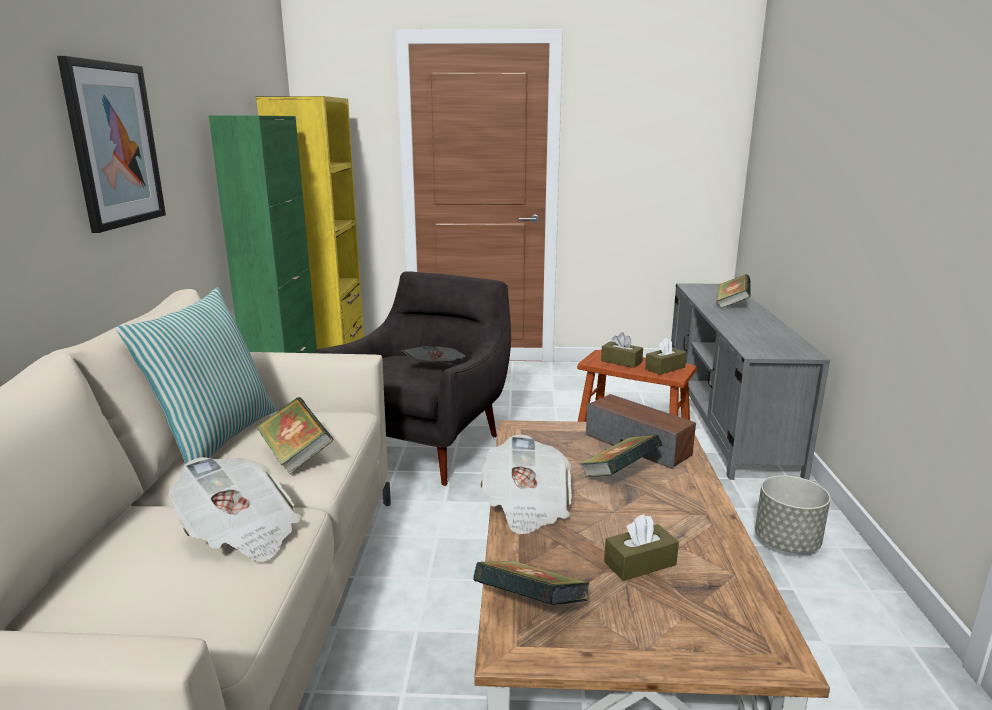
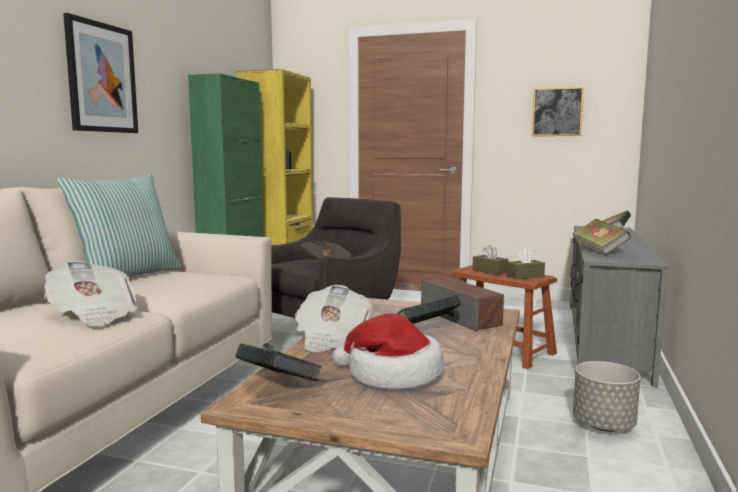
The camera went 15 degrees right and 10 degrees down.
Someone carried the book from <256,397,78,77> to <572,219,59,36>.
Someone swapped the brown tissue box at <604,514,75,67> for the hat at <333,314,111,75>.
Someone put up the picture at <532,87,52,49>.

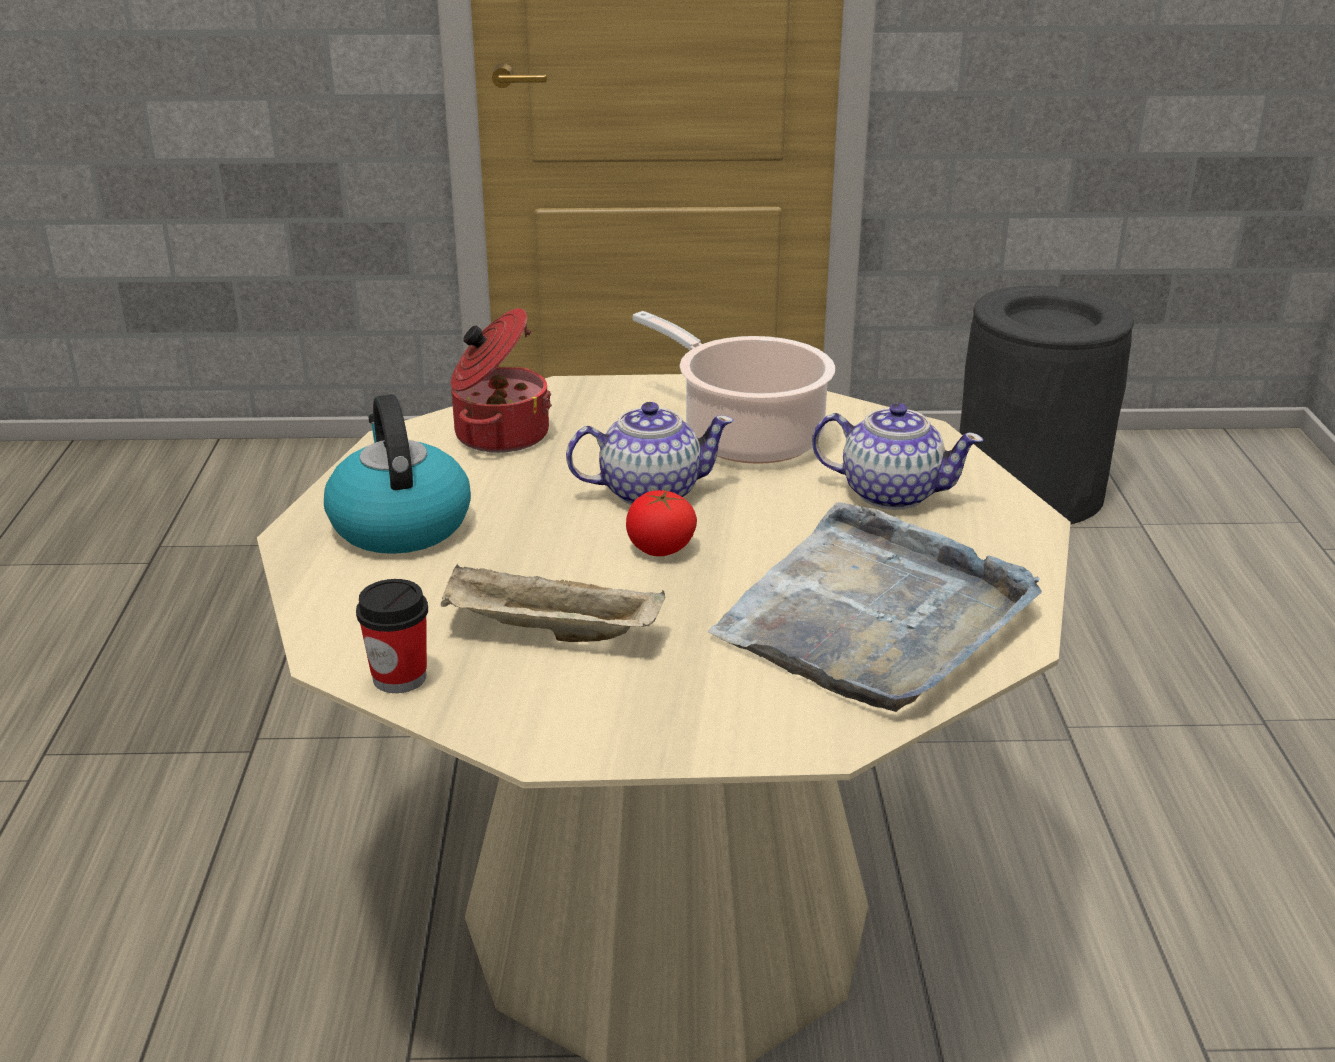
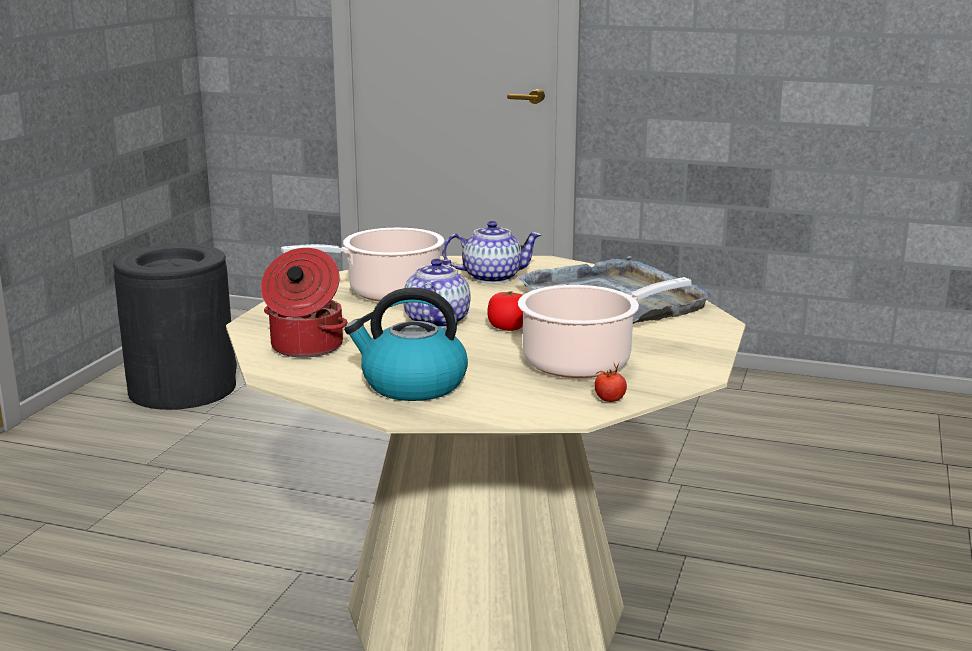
The camera went 70 degrees left and 10 degrees down.
Someone rotated the teapot at <812,403,171,107> by 45 degrees clockwise.
Someone swapped the beige tray at <441,564,224,78> for the cooking pot at <518,277,174,101>.
Someone swapped the cup at <356,579,72,114> for the tomato at <594,362,33,40>.

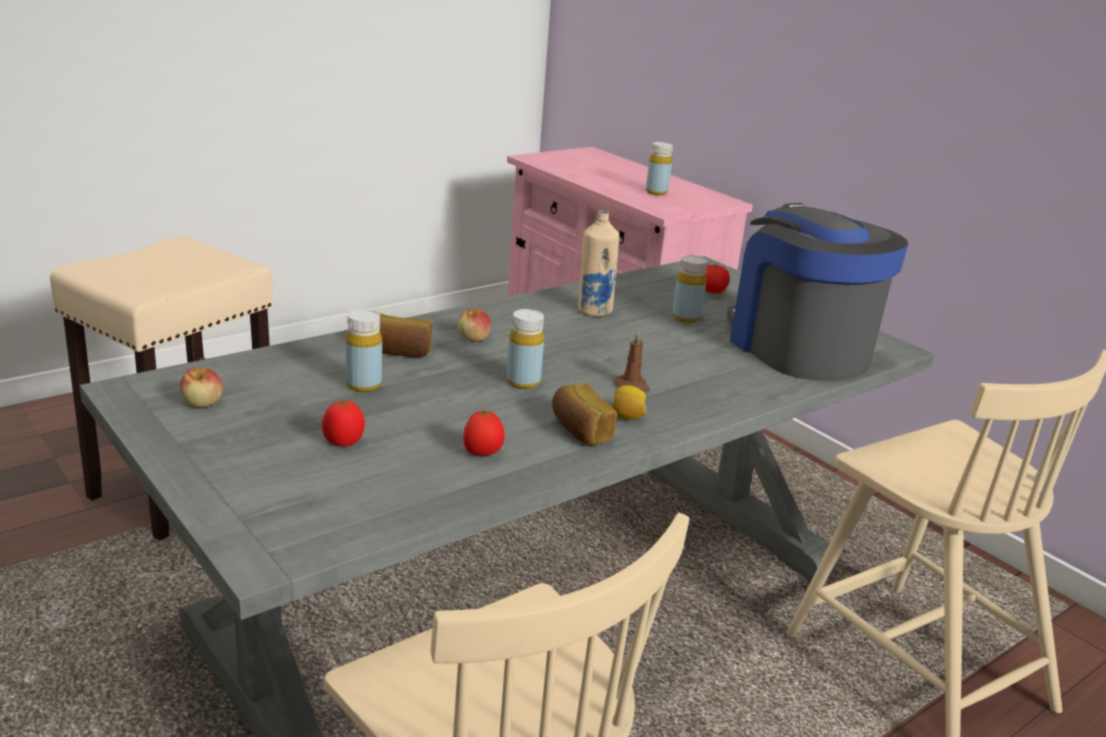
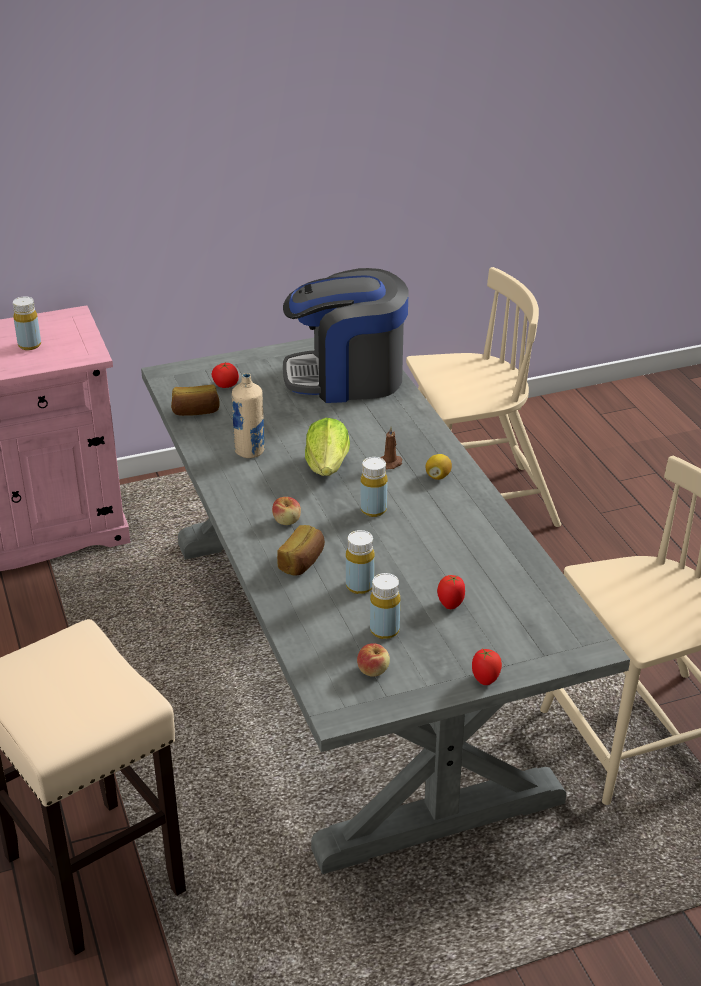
The camera went 70 degrees left and 10 degrees up.
Someone carried the yellow bottle from <672,255,36,68> to <370,573,30,66>.
Someone carried the bread from <552,383,65,62> to <171,384,49,32>.
Someone carried the tomato from <463,410,41,46> to <472,648,30,37>.
Someone put down the lettuce at <305,418,45,58>.

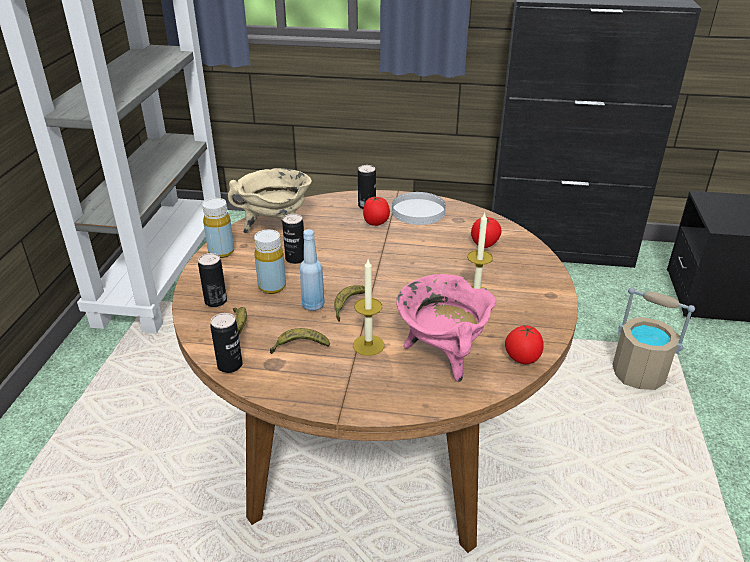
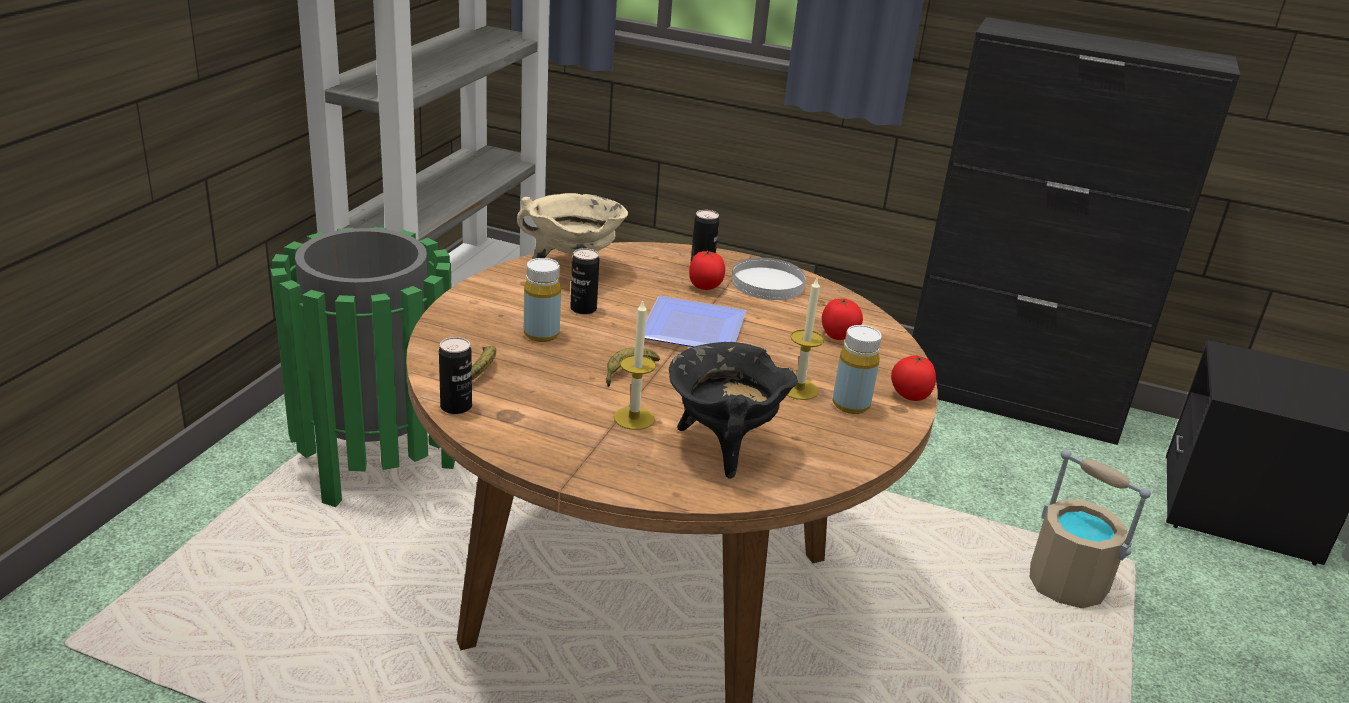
The camera went 10 degrees right and 5 degrees down.
Someone carried the yellow bottle from <202,198,32,60> to <833,325,49,89>.
Someone took away the blue bottle at <300,229,25,82>.
Someone took away the can at <198,253,29,54>.
Someone repainted the pink cooking pot at <396,274,100,108>, which became the black cooking pot at <669,342,129,137>.
Someone carried the tomato from <505,326,39,38> to <891,354,45,47>.
Someone took away the banana at <270,328,60,26>.
Someone put down the green trash can at <271,227,184,280>.
Someone put down the plate at <645,296,101,51>.

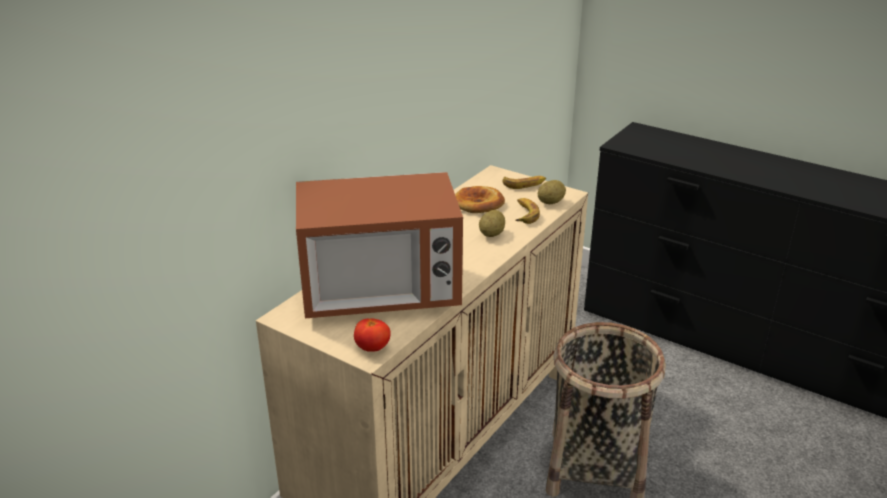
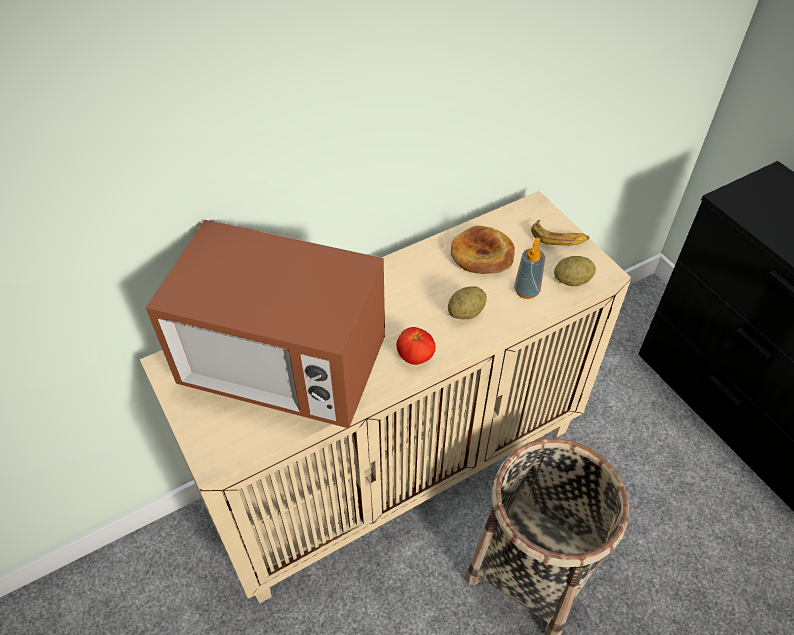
The camera went 25 degrees right and 20 degrees up.
Someone swapped the banana at <515,198,25,26> for the soap dispenser at <514,238,31,61>.
Someone carried the tomato from <354,319,37,33> to <396,327,40,38>.

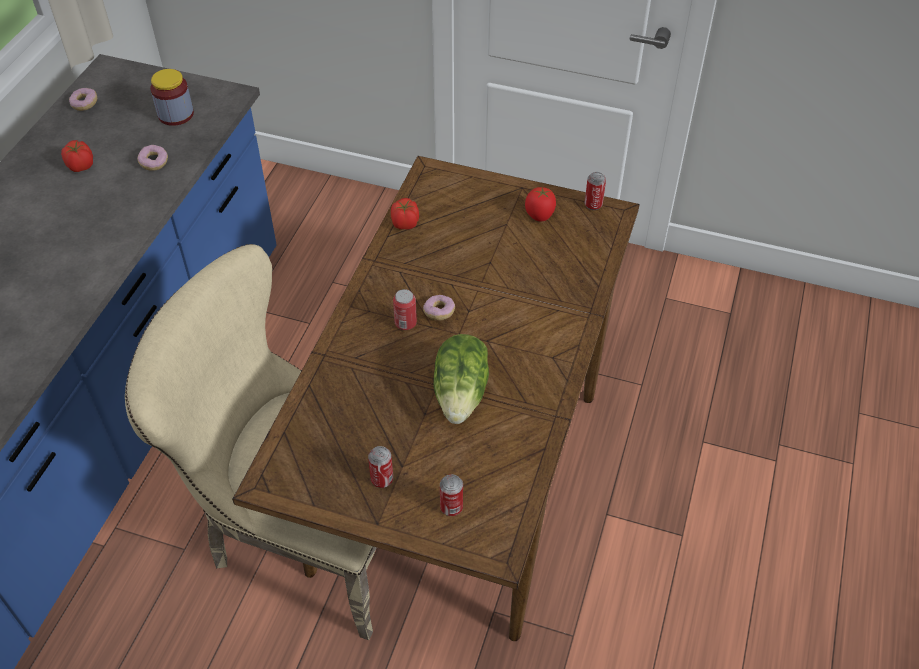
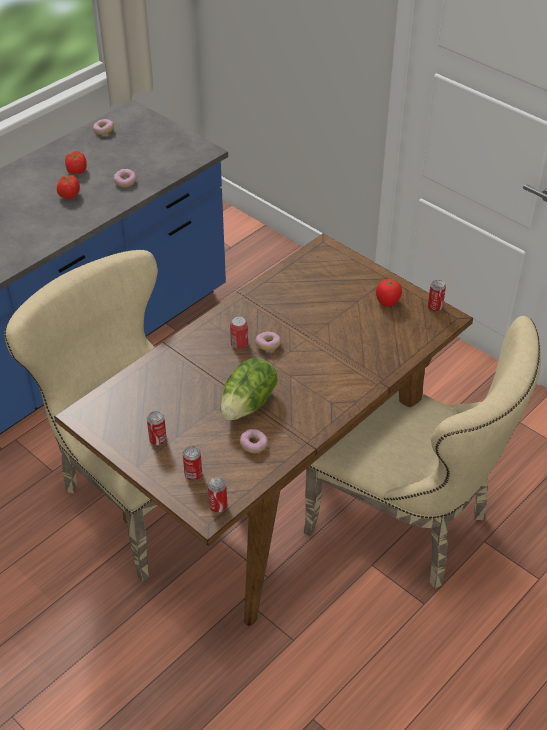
The camera went 25 degrees right and 5 degrees down.
Someone took away the jar at <150,69,44,57>.
Someone carried the tomato from <391,198,28,32> to <57,175,23,24>.
Someone put down the beige chair at <303,316,238,273>.
Someone put down the donut at <240,429,28,24>.
Someone put down the can at <208,477,19,36>.

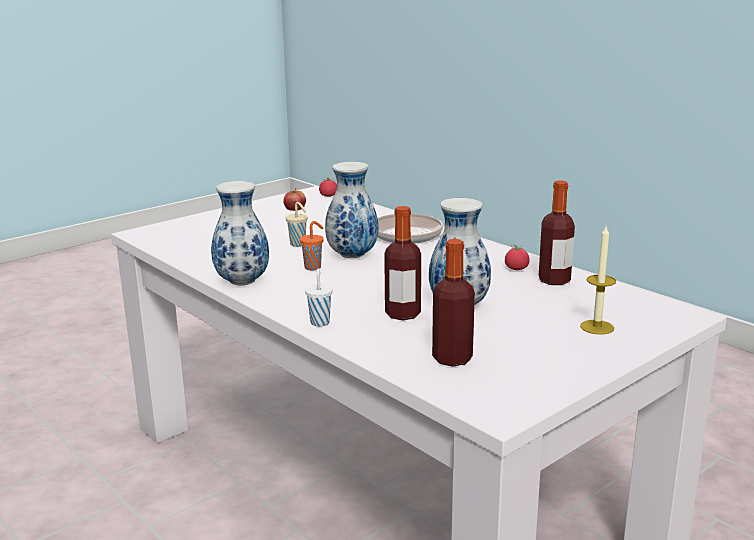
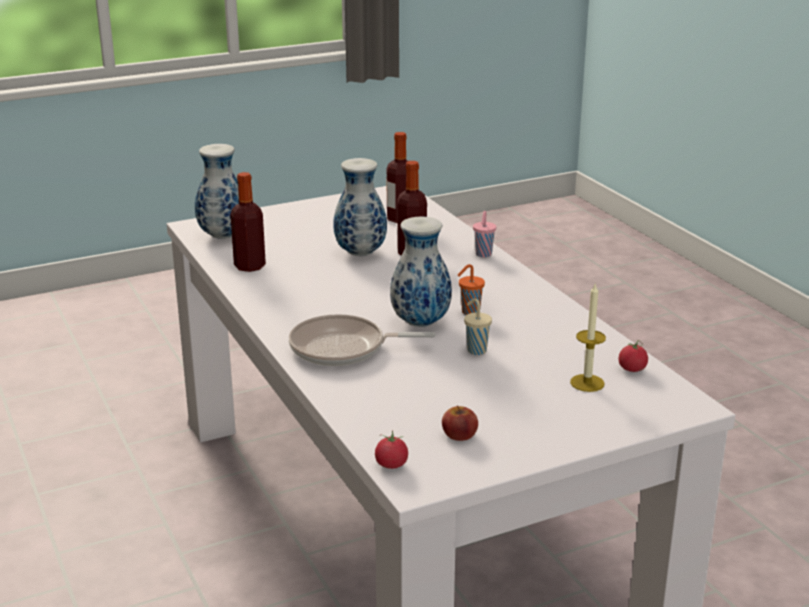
The camera went 165 degrees left and 5 degrees up.
Someone carried the vase from <211,181,58,104> to <195,144,44,95>.
Someone carried the candle from <580,226,36,109> to <570,284,36,108>.
Someone carried the tomato from <505,244,25,26> to <619,340,29,32>.
Someone repainted the white cup at <305,268,28,58>, which became the pink cup at <473,211,23,46>.

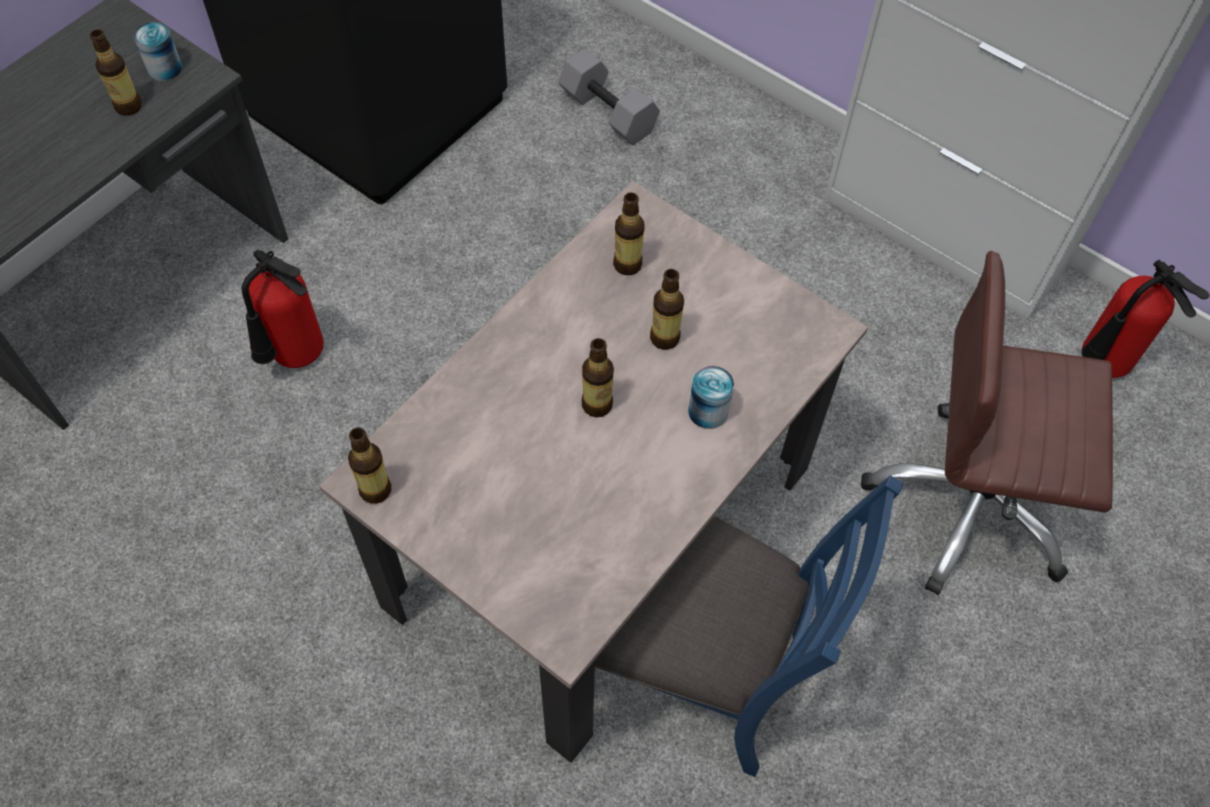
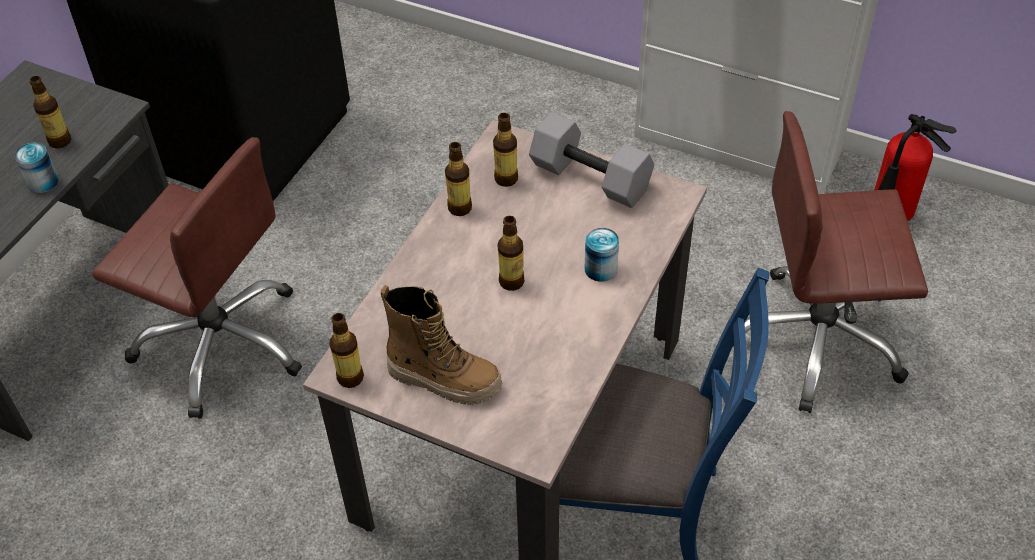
The camera went 10 degrees left and 10 degrees down.
Someone carried the can from <134,22,48,59> to <15,143,44,50>.
Someone carried the grey dumbbell from <558,49,102,96> to <529,112,125,96>.
Someone swapped the fire extinguisher at <242,250,82,118> for the brown office chair at <92,137,210,282>.
Someone carried the bottle from <650,269,34,81> to <445,142,27,74>.
Someone put down the boot at <381,285,121,120>.

